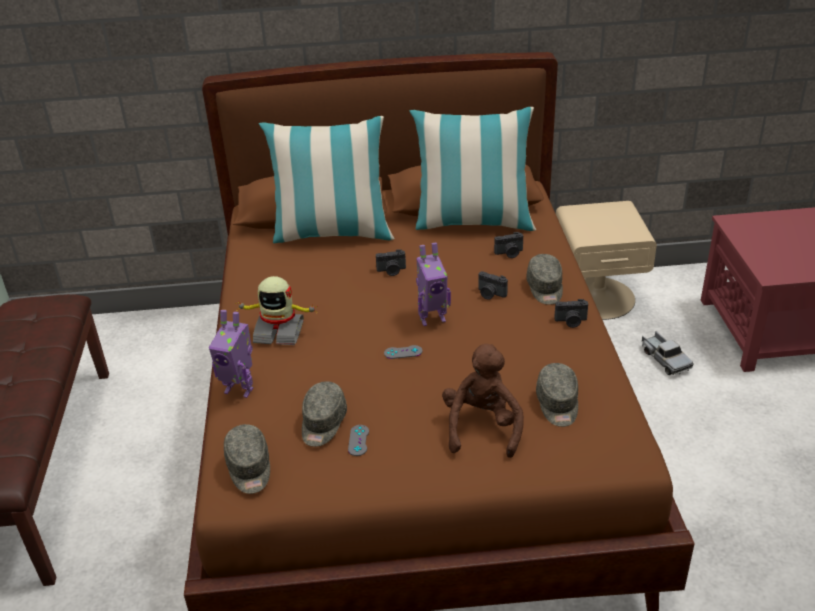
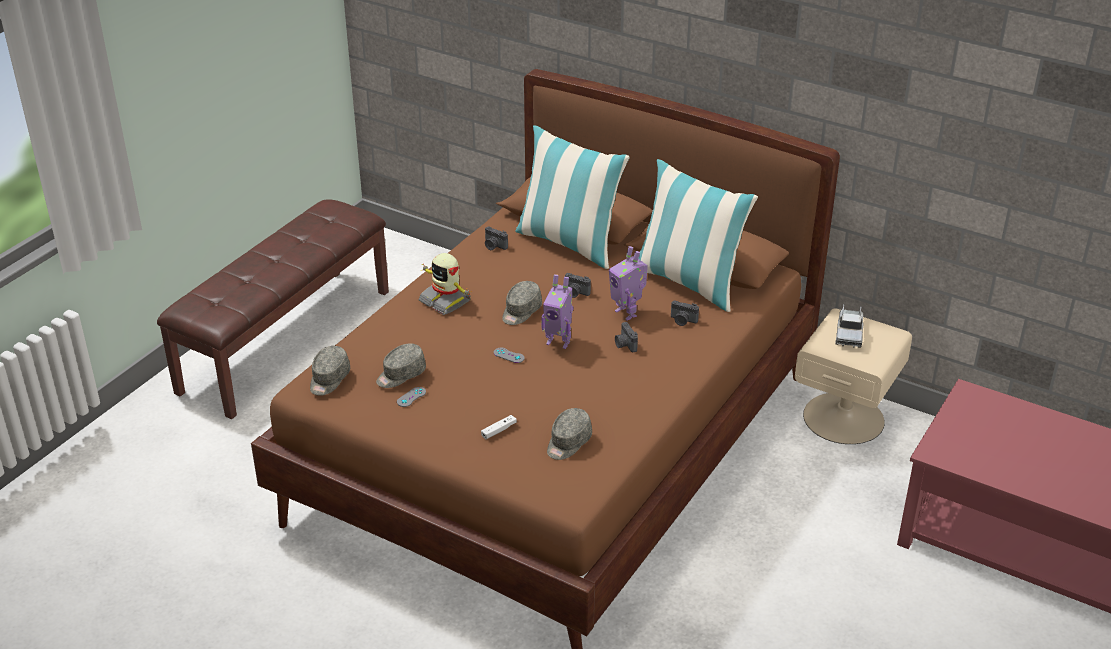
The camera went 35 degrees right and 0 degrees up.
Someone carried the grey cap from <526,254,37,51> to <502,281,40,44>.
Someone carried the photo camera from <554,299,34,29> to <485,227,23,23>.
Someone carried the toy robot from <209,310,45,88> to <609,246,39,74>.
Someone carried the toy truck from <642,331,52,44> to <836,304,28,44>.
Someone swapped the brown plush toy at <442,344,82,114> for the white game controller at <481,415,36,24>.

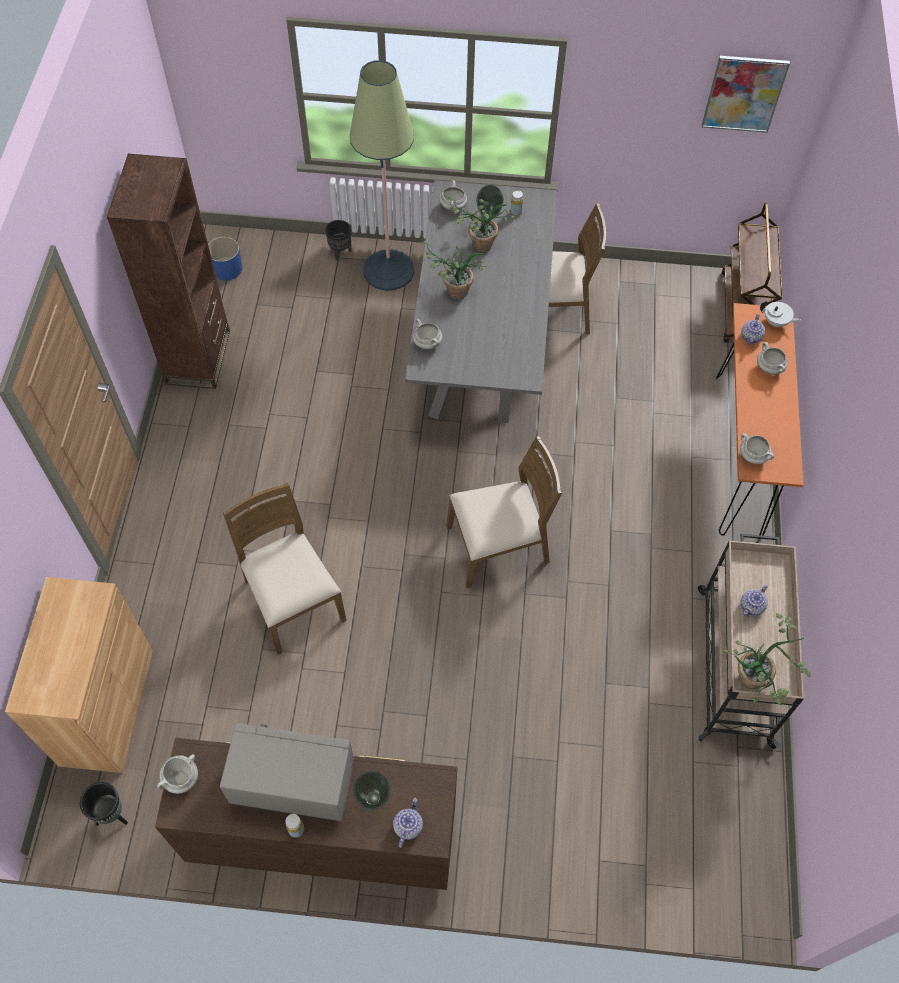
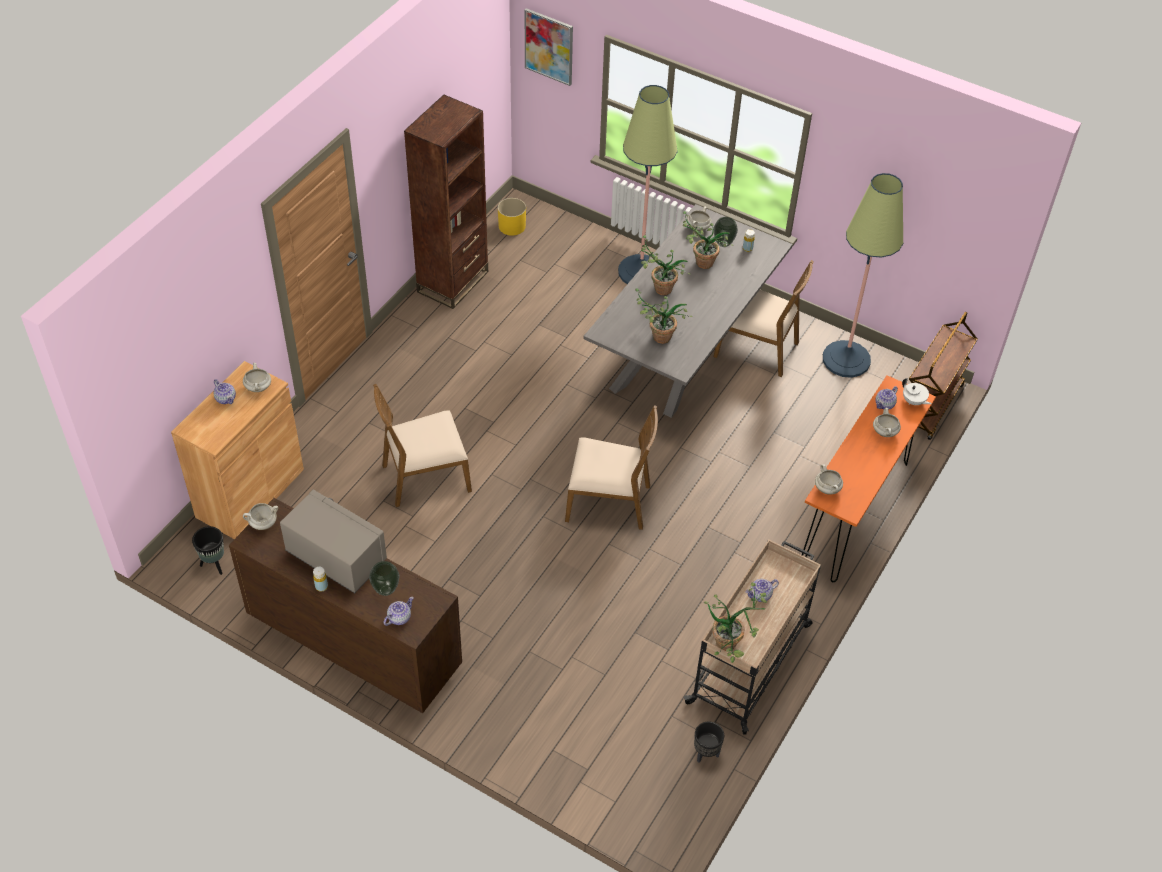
The camera went 25 degrees right and 10 degrees down.
Someone carried the picture from <702,56,88,77> to <525,8,48,78>.
Someone carried the black planter from <325,220,26,41> to <694,721,30,42>.
Someone repainted the blue planter at <208,237,34,44>, which became the yellow planter at <498,198,28,38>.
Someone carried the white cooking pot from <412,319,30,31> to <243,363,28,29>.
Someone rotated the brown chair at <223,483,123,172> by 105 degrees counterclockwise.
Someone put down the floor lamp at <823,173,80,205>.
Someone put down the potted plant at <635,288,57,56>.
Someone put down the teapot at <214,379,22,25>.

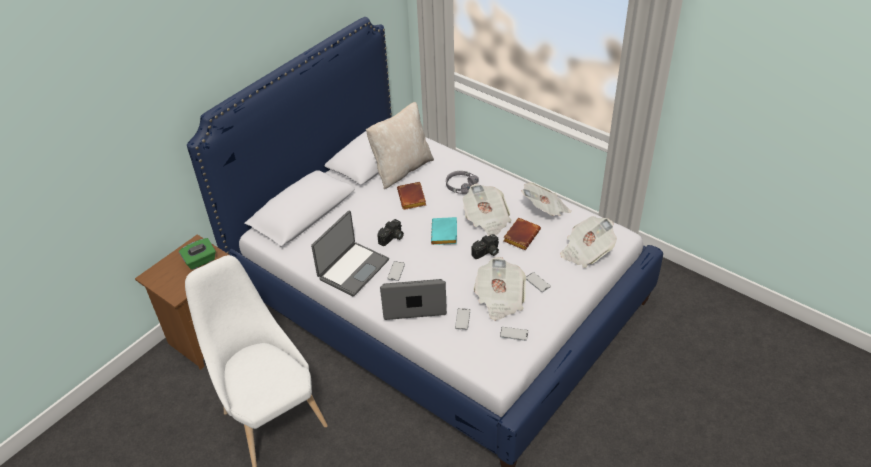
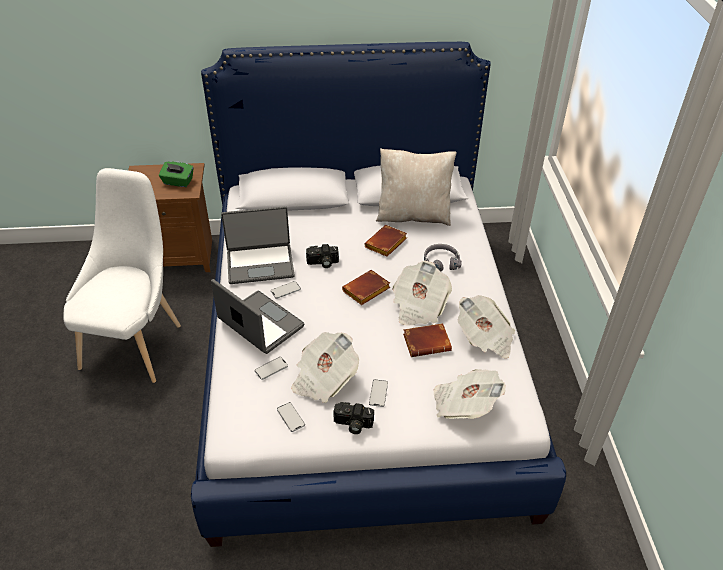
The camera went 45 degrees right and 0 degrees up.
Someone repainted the turquoise book at <431,217,26,28>, which became the brown book at <342,270,48,35>.
Someone carried the photo camera from <471,234,28,25> to <333,402,41,32>.

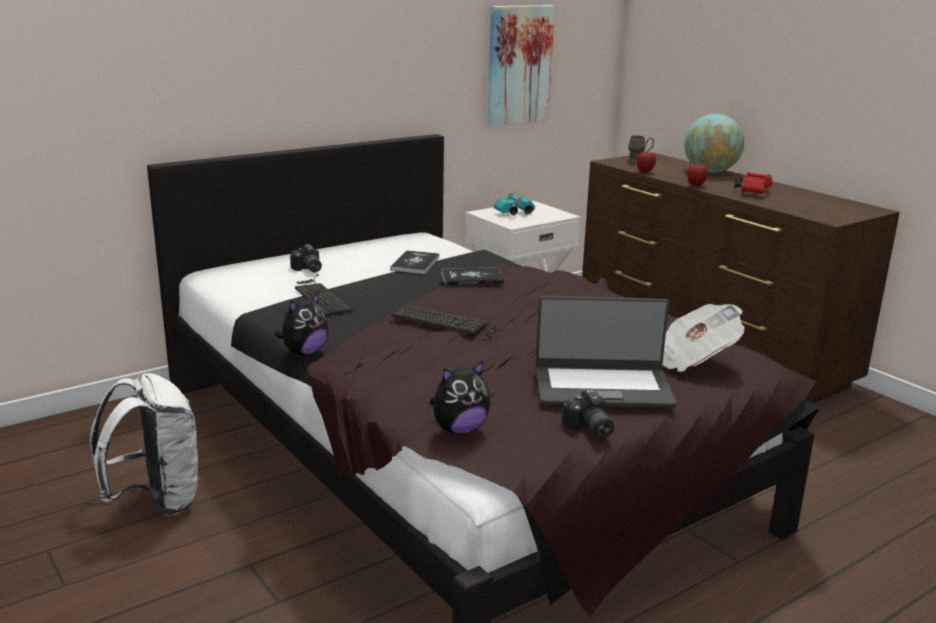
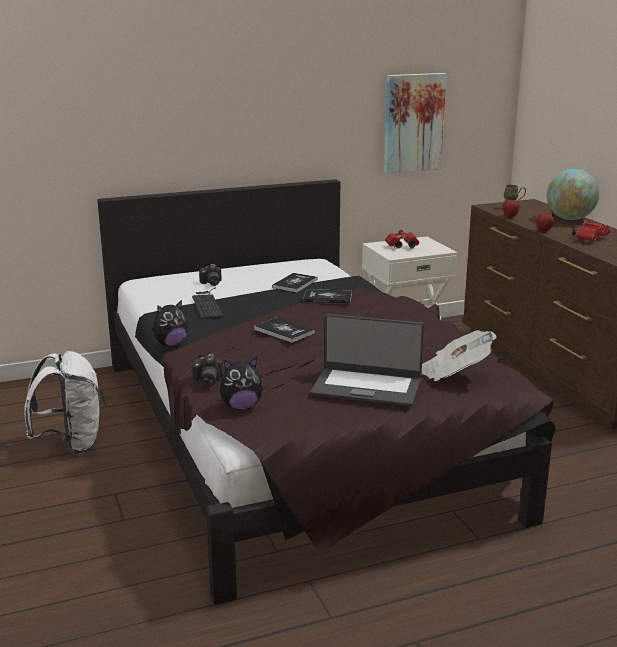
The camera went 15 degrees right and 0 degrees up.
Someone repainted the turquoise binoculars at <494,193,41,23>, which became the red binoculars at <385,230,34,19>.
Someone swapped the keyboard at <391,305,110,39> for the book at <254,317,61,26>.
Someone carried the photo camera from <562,389,52,49> to <192,354,31,33>.

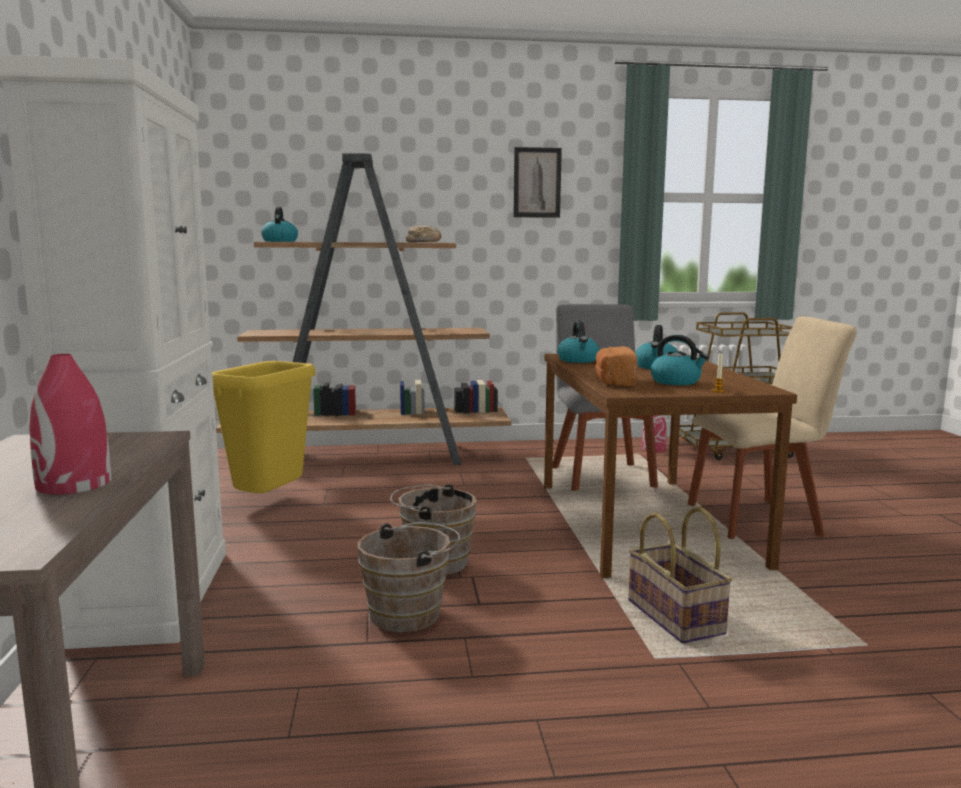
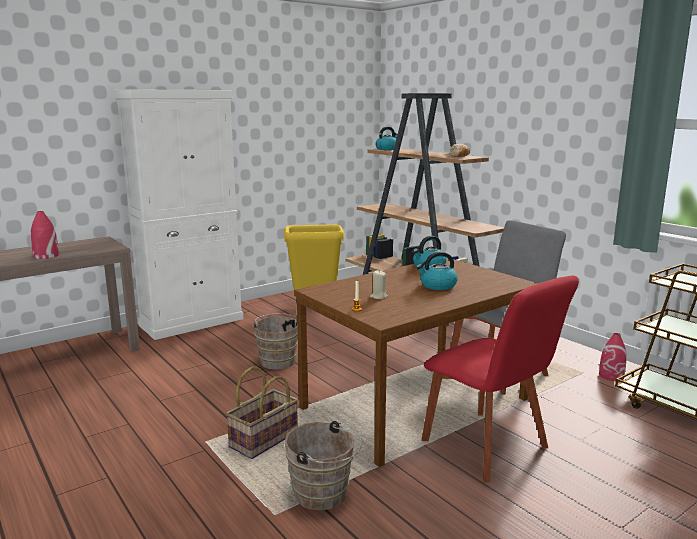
The camera went 60 degrees right and 5 degrees up.
Someone took away the picture at <514,147,48,71>.
Someone repainted the beige chair at <688,316,169,223>, which became the red chair at <422,276,157,206>.
Someone swapped the kettle at <651,335,58,50> for the beige candle at <370,270,18,29>.
Someone took away the bread at <595,346,42,41>.
Someone carried the brown bucket from <357,523,103,110> to <284,421,78,89>.

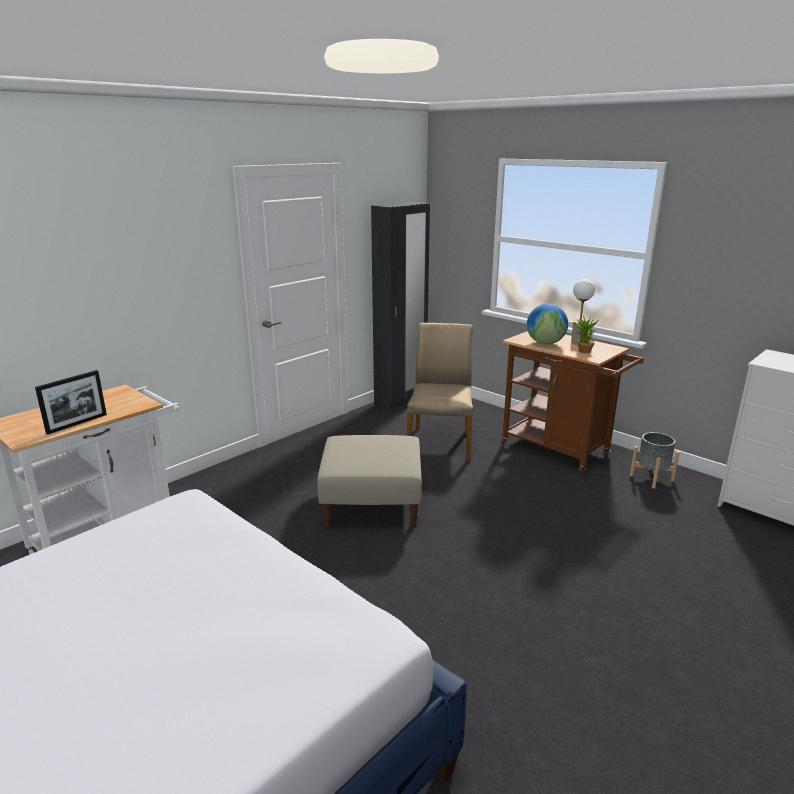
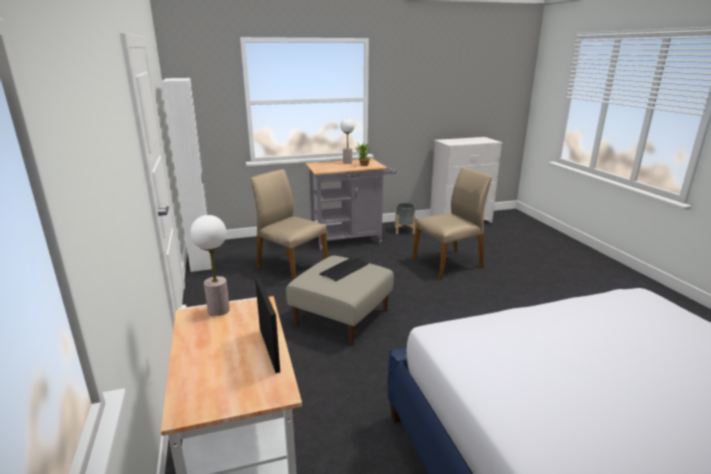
The camera went 60 degrees left and 0 degrees up.
Someone repainted the black wardrobe at <371,202,59,208>, which became the white wardrobe at <161,78,51,194>.
Someone took away the globe at <527,304,41,41>.
Someone repainted the brown cart at <501,331,143,142>, which became the grey cart at <305,159,91,92>.
Someone put down the beige chair at <412,167,80,113>.
Someone put down the table lamp at <190,215,40,101>.
Someone put down the keyboard at <319,256,50,25>.

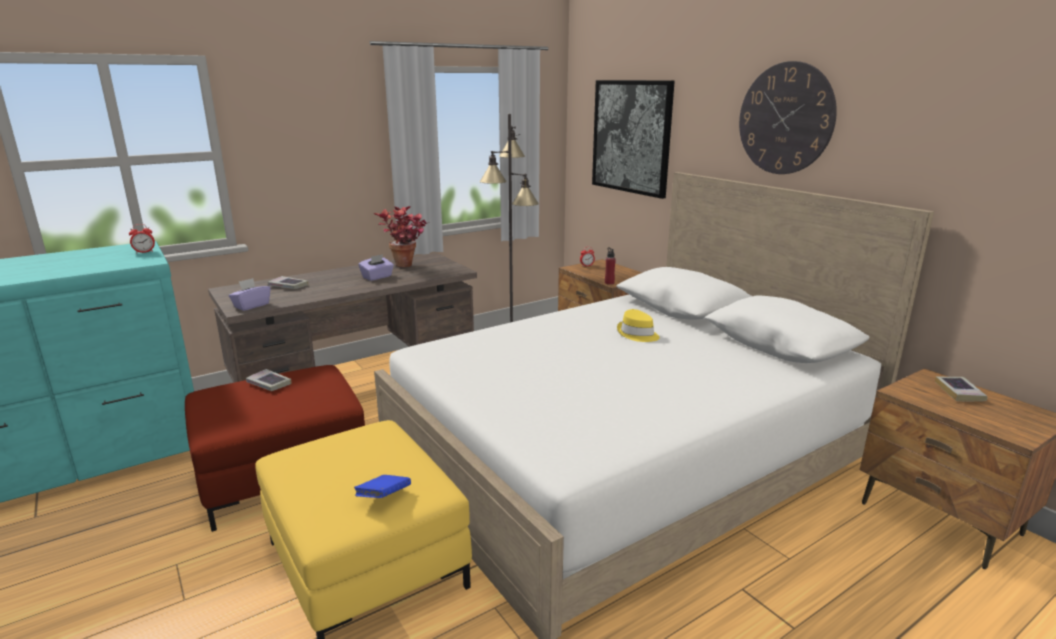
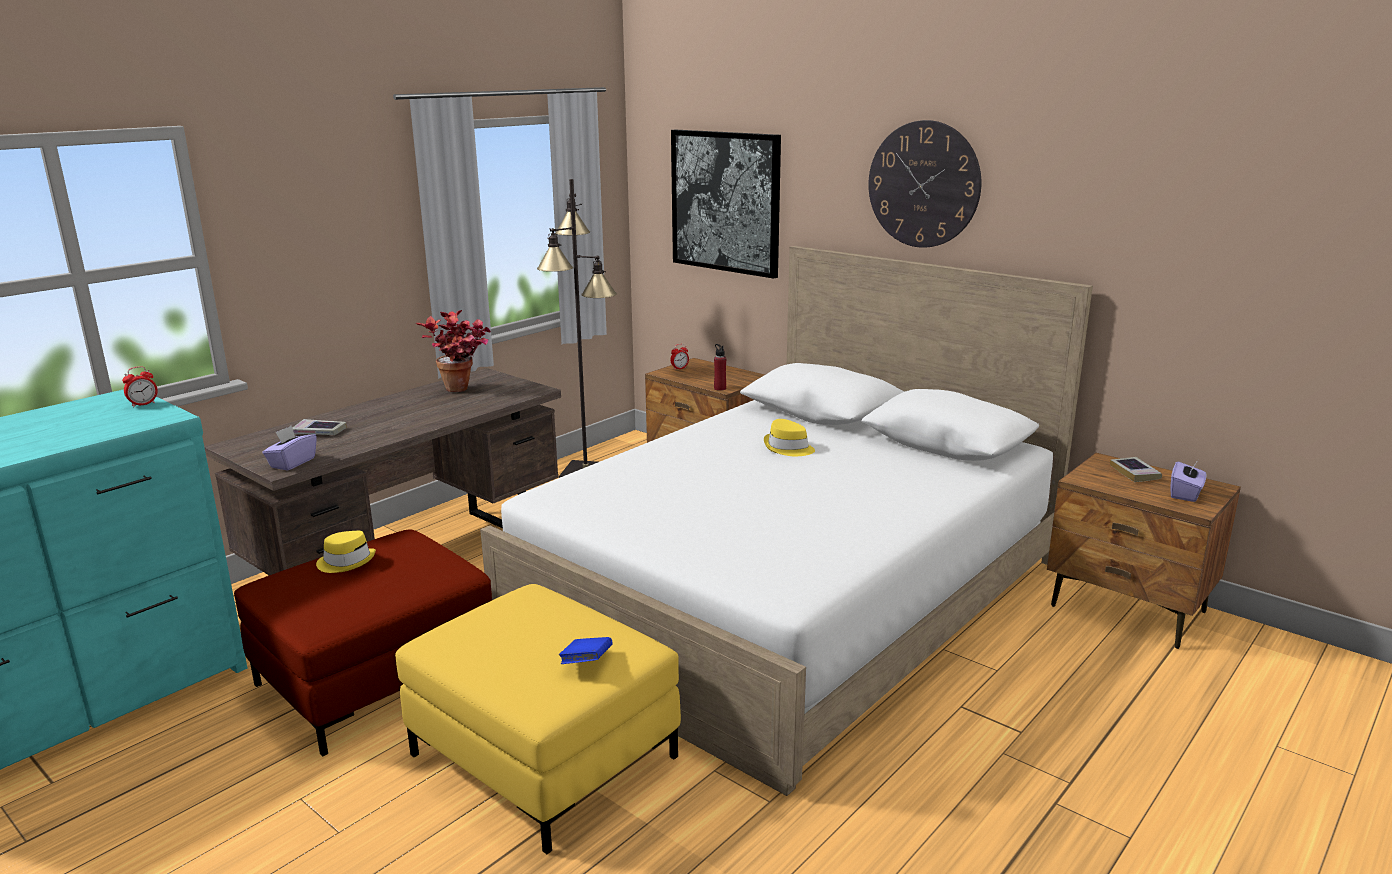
The camera went 15 degrees left and 0 degrees up.
Someone carried the purple tissue box from <358,254,36,27> to <1170,460,37,42>.
Someone swapped the book at <246,369,46,22> for the yellow hat at <316,531,60,42>.

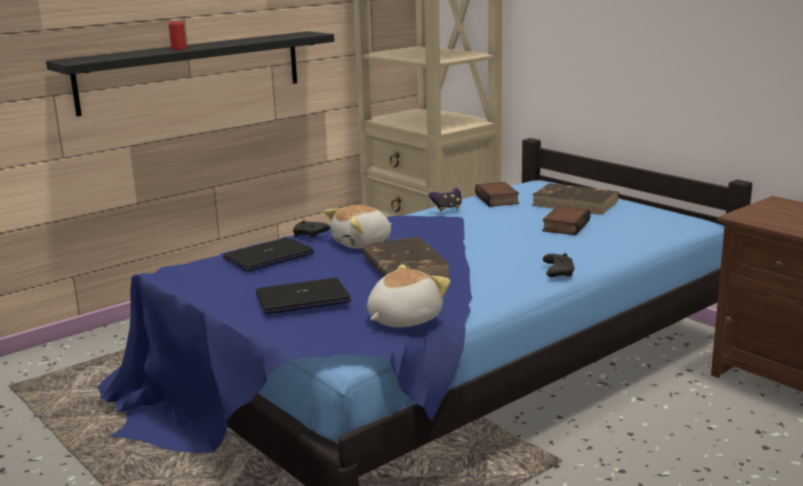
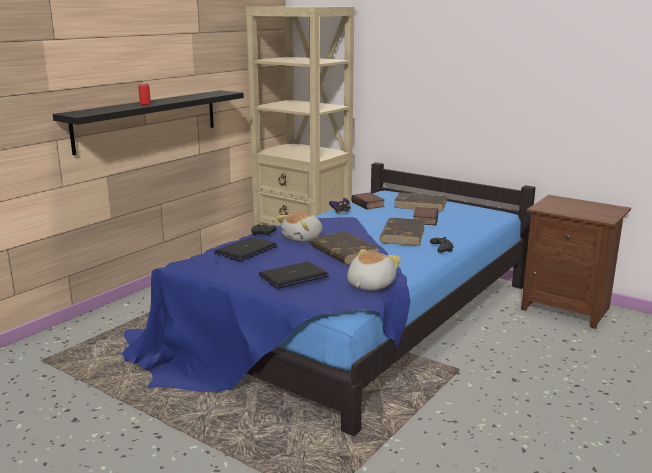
The camera went 15 degrees left and 0 degrees up.
Someone put down the brown book at <380,218,45,28>.

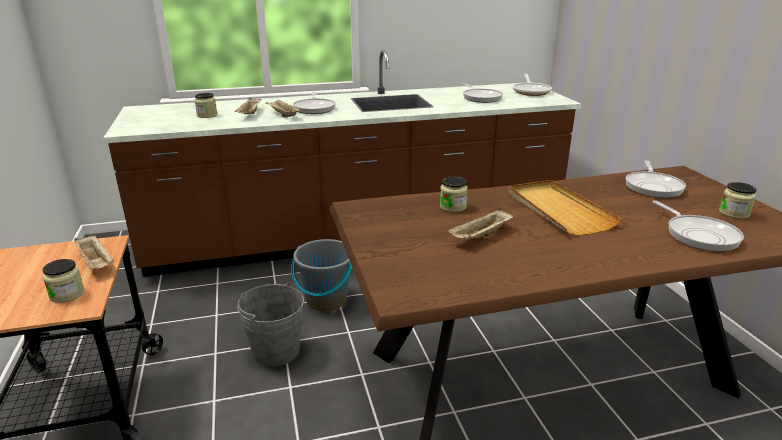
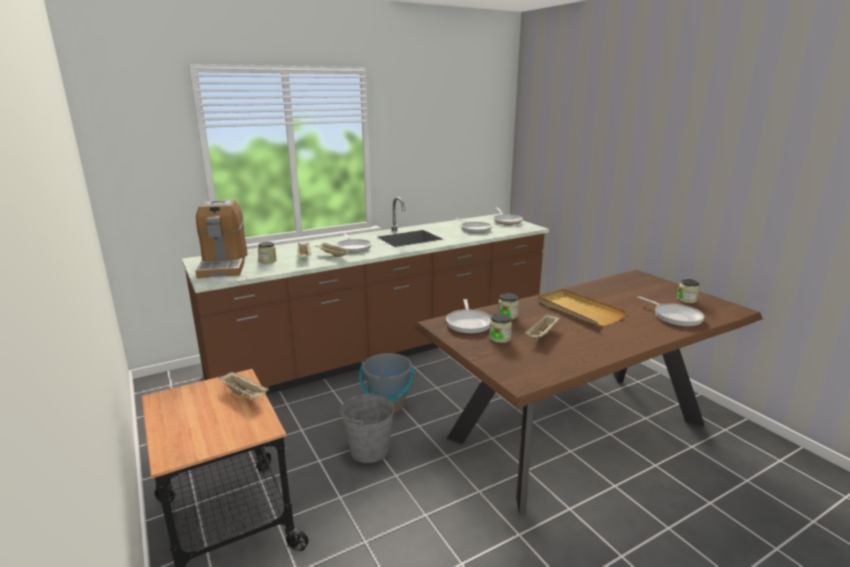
The camera went 15 degrees left and 5 degrees down.
Someone carried the frying pan from <626,160,60,38> to <446,299,45,35>.
Someone carried the jar from <42,259,42,44> to <489,313,23,30>.
Someone put down the coffee machine at <196,200,52,78>.

